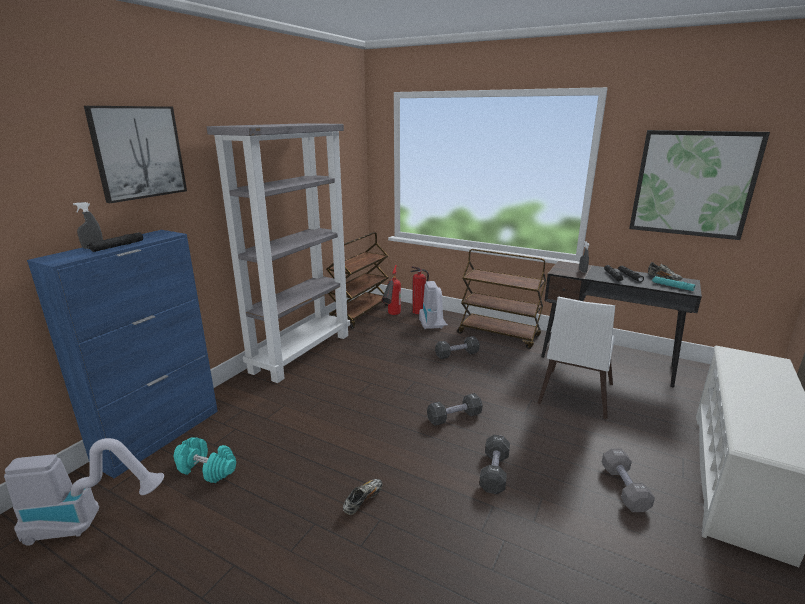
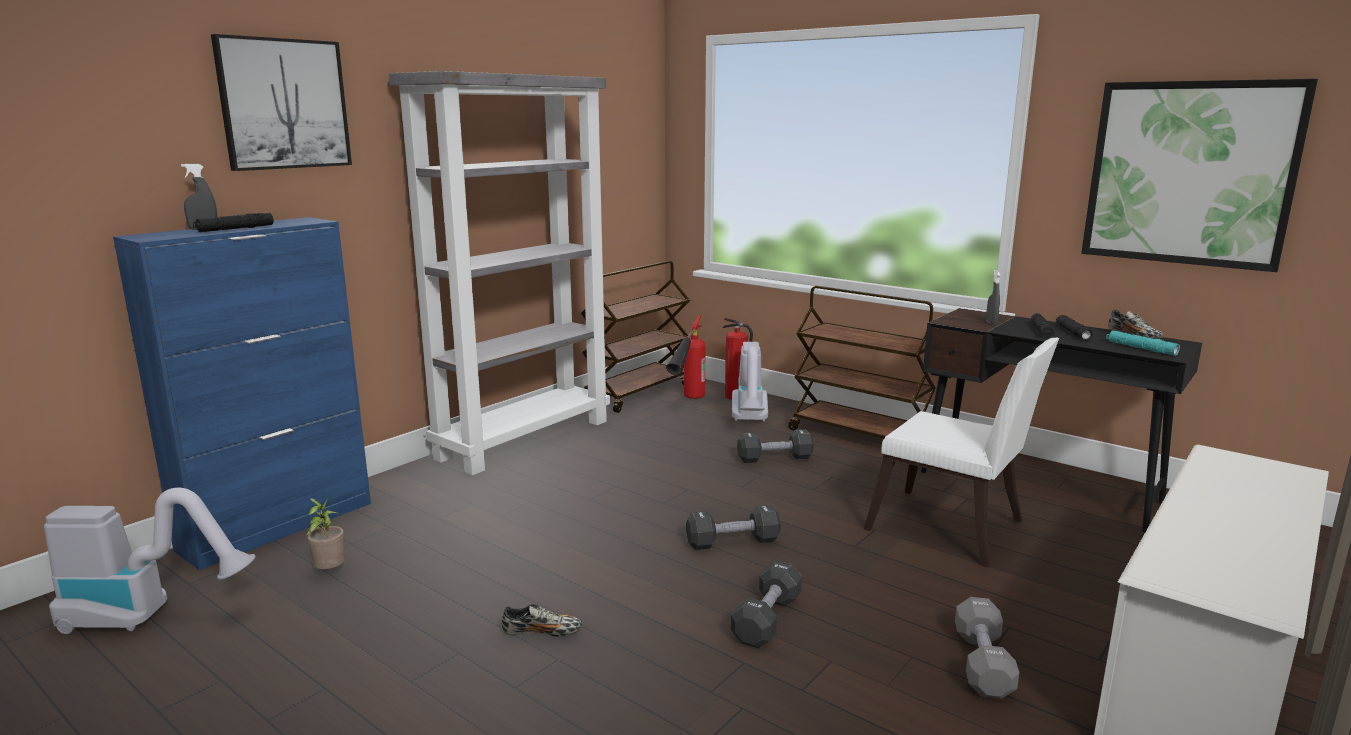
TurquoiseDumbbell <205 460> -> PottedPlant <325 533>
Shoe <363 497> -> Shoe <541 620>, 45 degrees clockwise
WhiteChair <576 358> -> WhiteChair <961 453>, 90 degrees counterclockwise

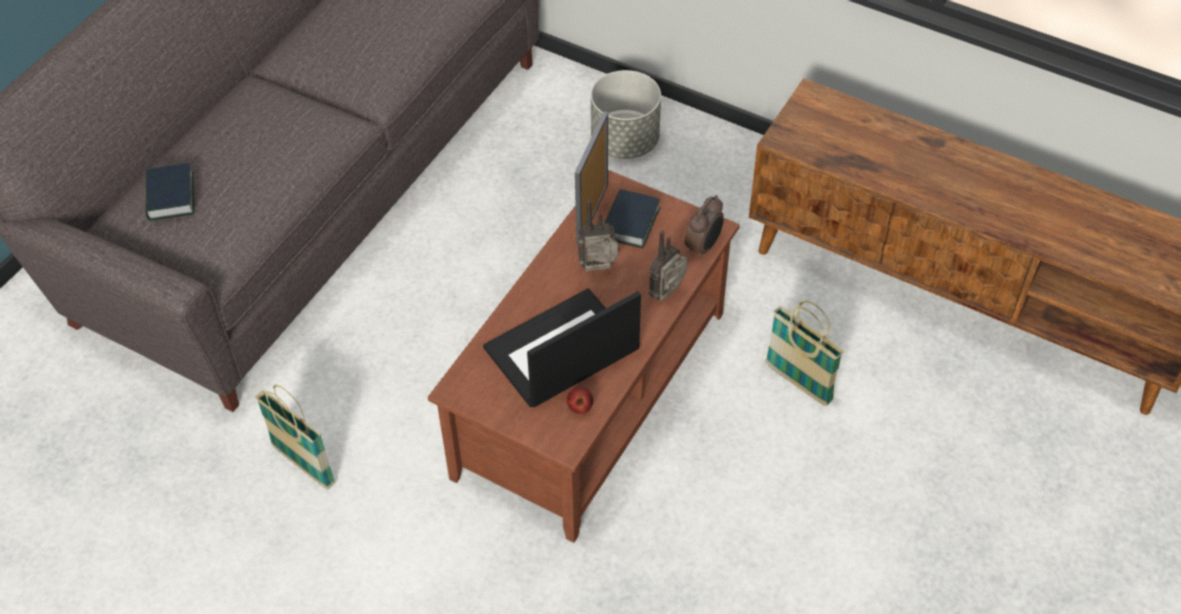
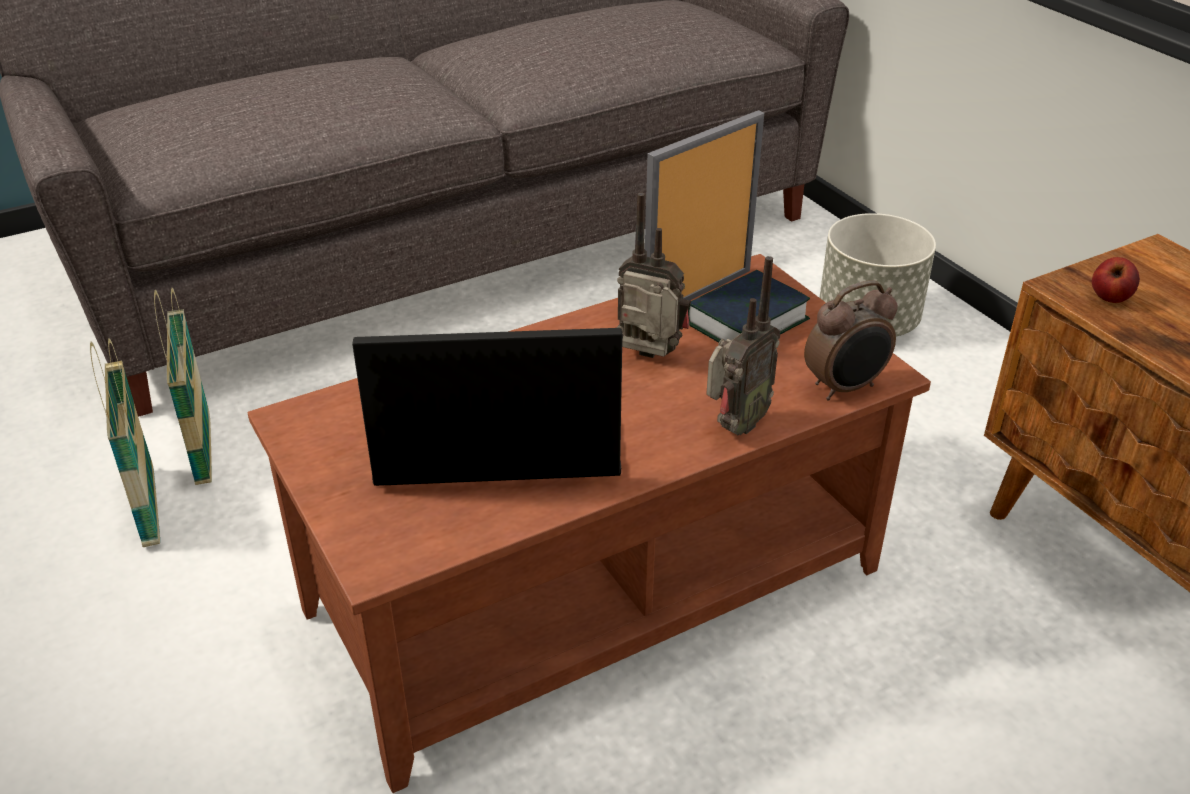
Book <170 192> -> none
Apple <580 400> -> Apple <1116 280>, shifted
Radio <668 266> -> Radio <743 345>, 150 degrees clockwise
Basket <804 353> -> Basket <183 386>, shifted

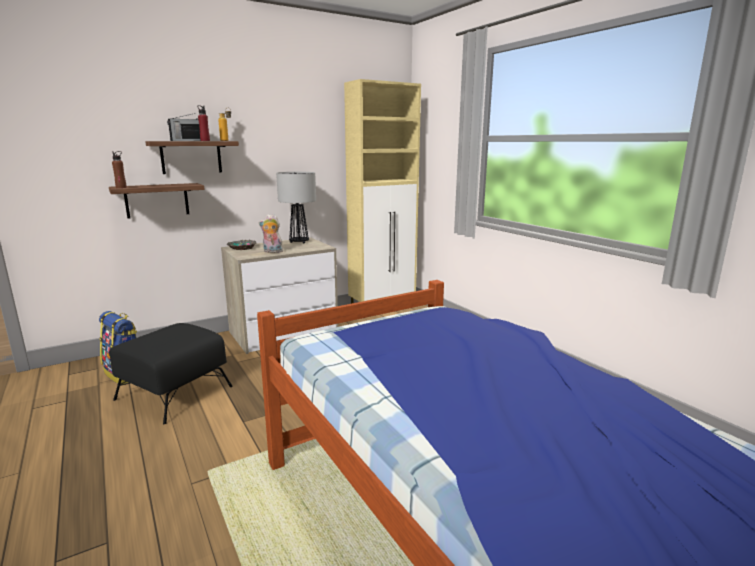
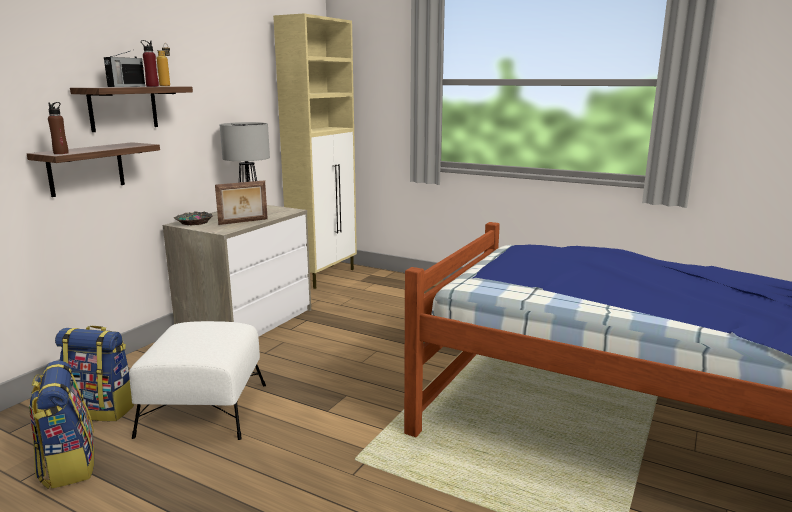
BlackOttoman <171 373> -> WhiteOttoman <197 380>
PlushToy <271 233> -> PictureFrame <241 202>
none -> Backpack <62 424>

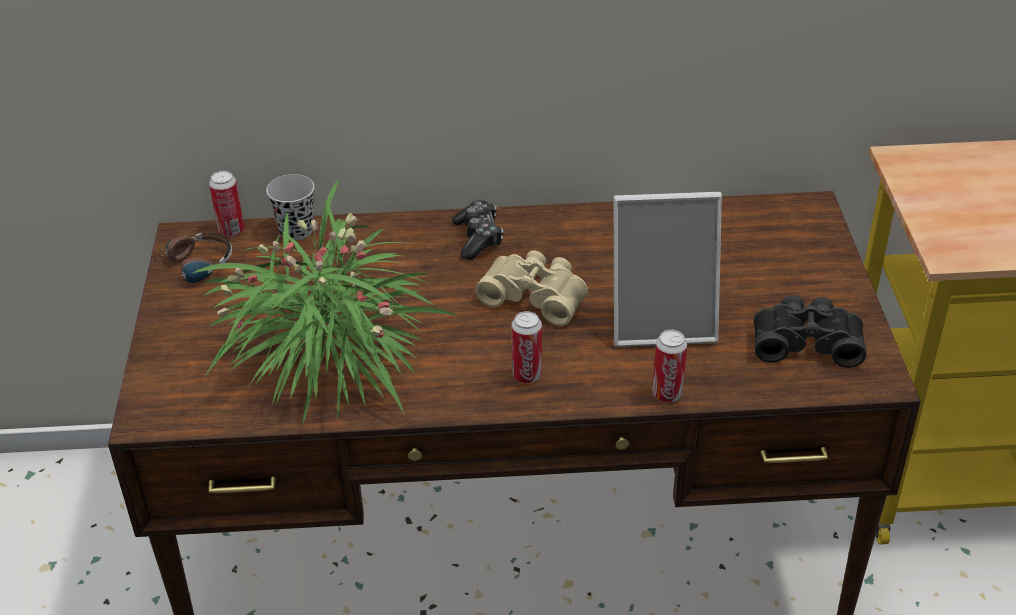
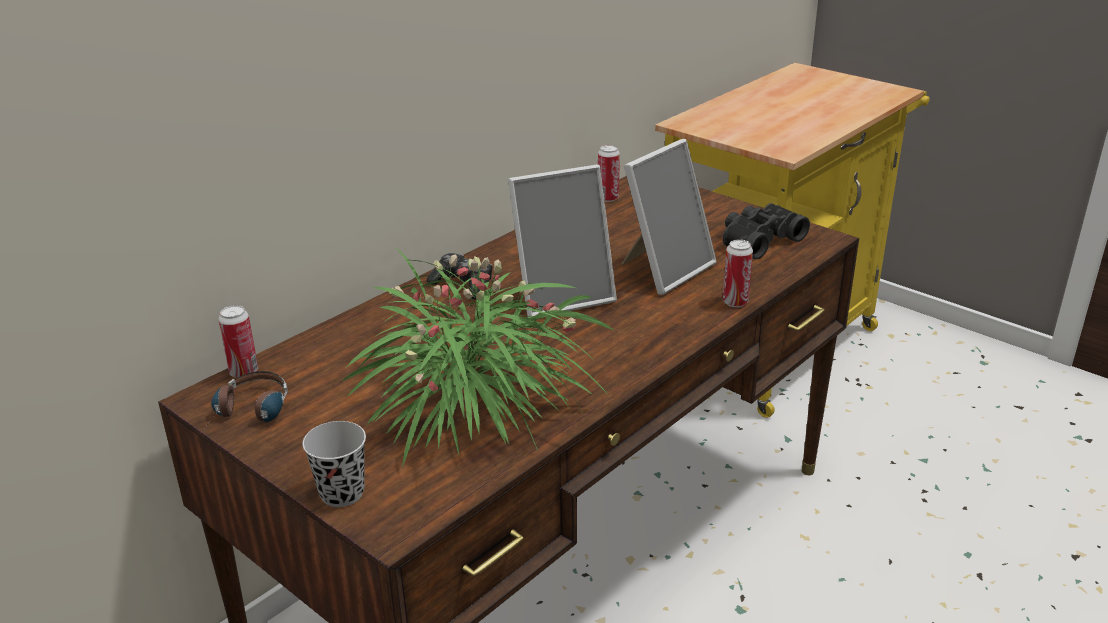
BlackCup <290 207> -> BlackCup <334 464>, shifted
BeigeBinoculars <531 288> -> PictureFrame <562 240>
Can <527 347> -> Can <609 173>, shifted

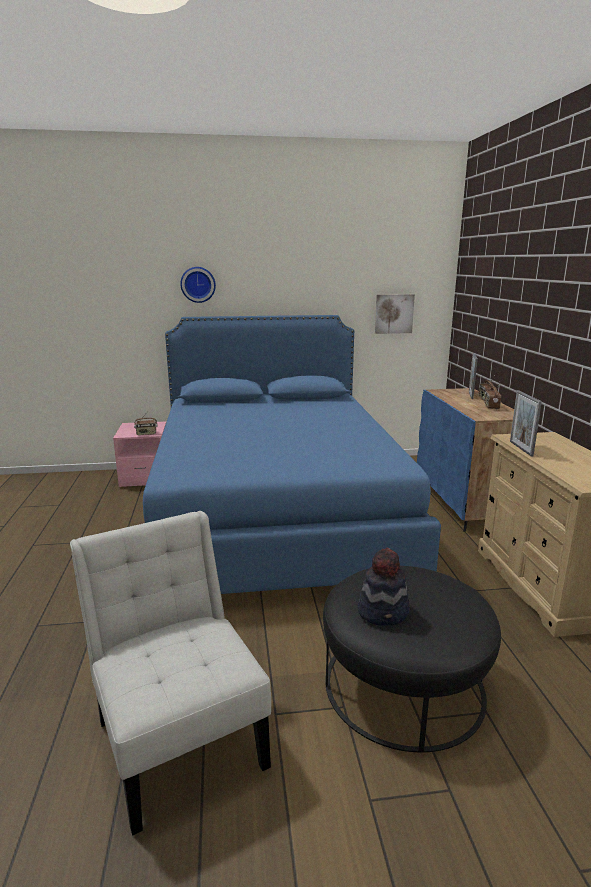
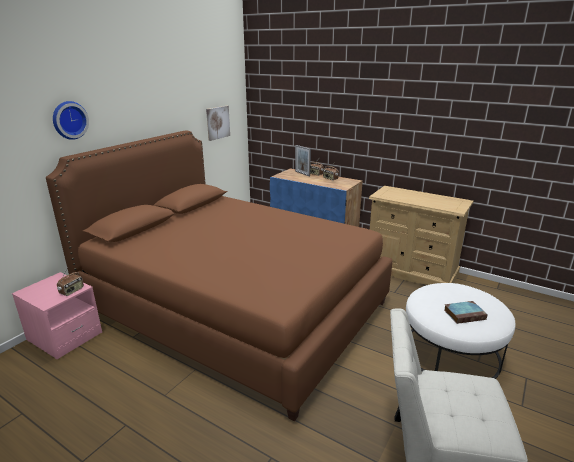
BlueBed <292 454> -> BrownBed <219 276>
BlackOttoman <412 659> -> WhiteOttoman <461 331>
Hat <384 587> -> Book <466 312>
PictureFrame <526 423> -> none

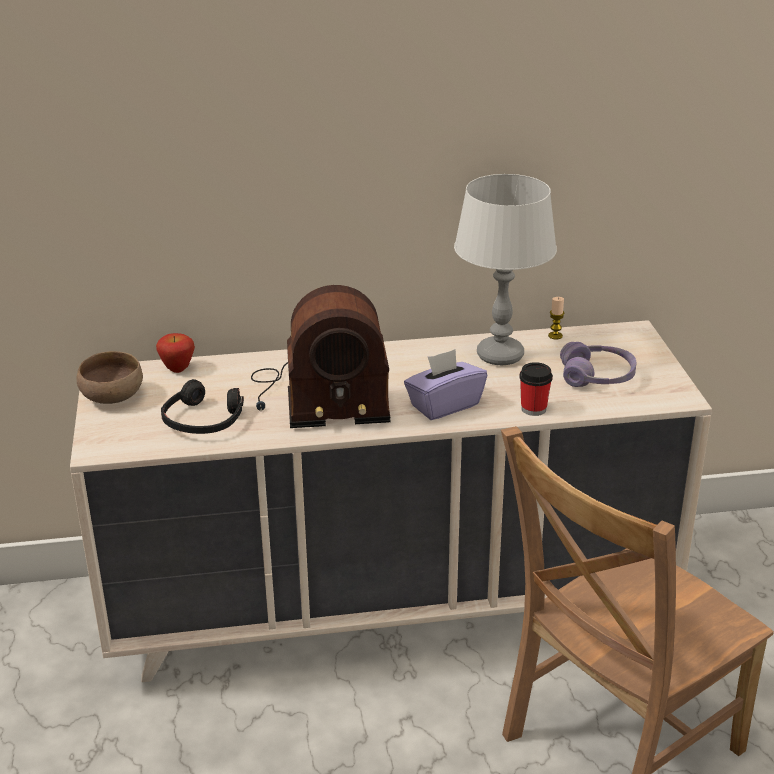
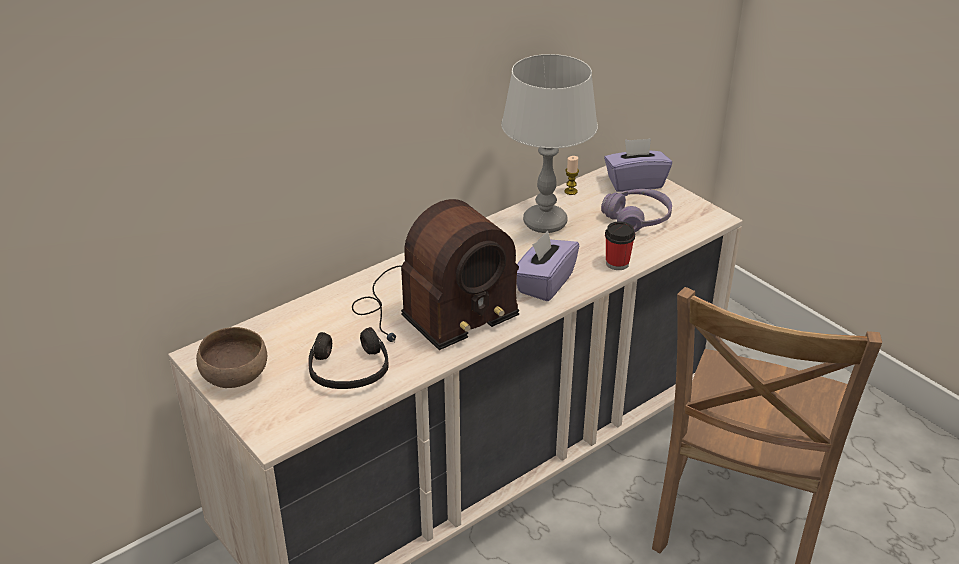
Apple <175 353> -> none
none -> PurpleTissueBox <638 165>

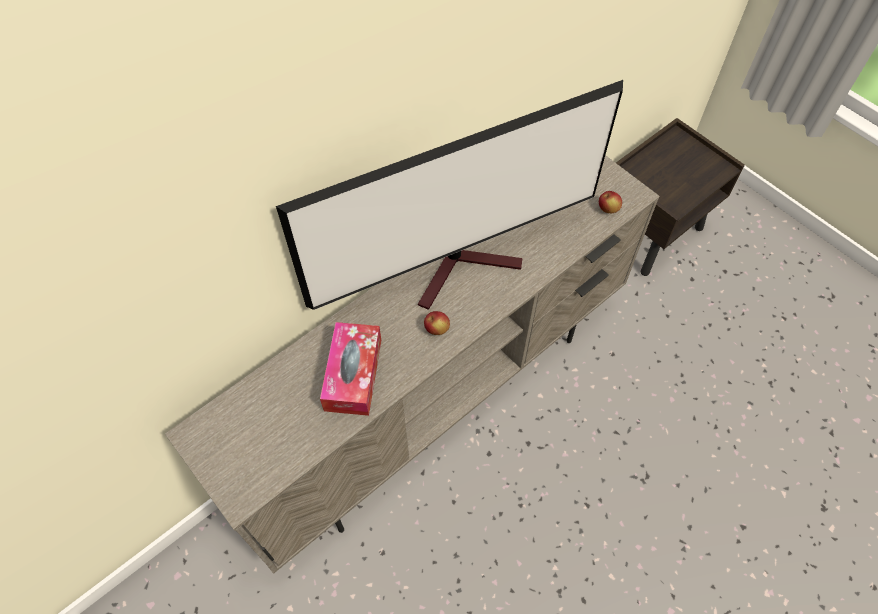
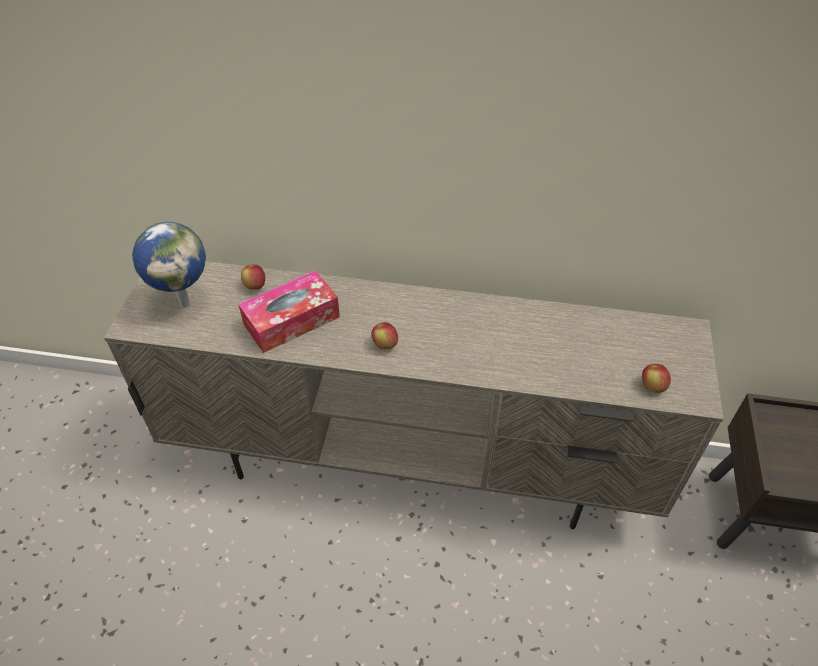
Television <449 195> -> none
none -> Globe <169 264>
none -> Apple <253 277>

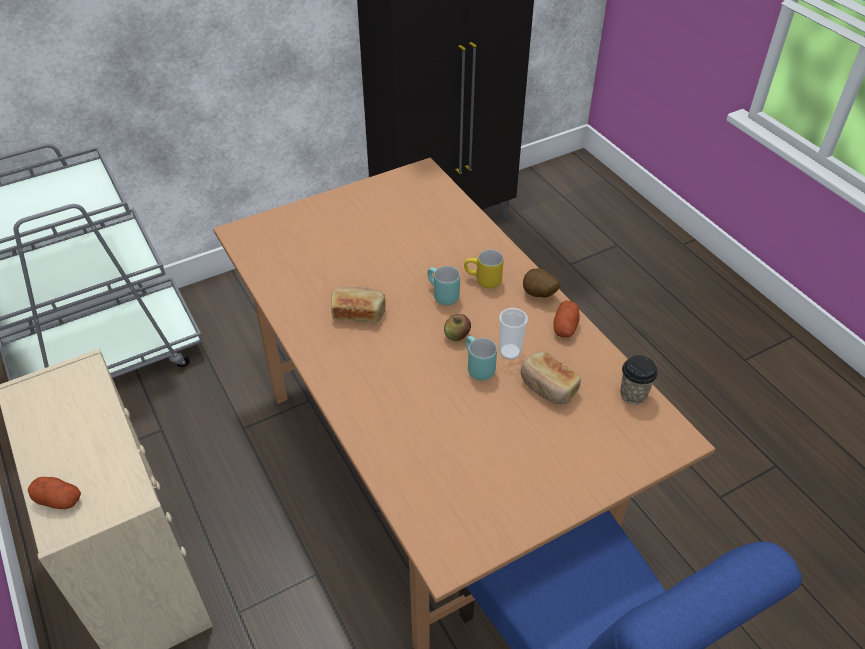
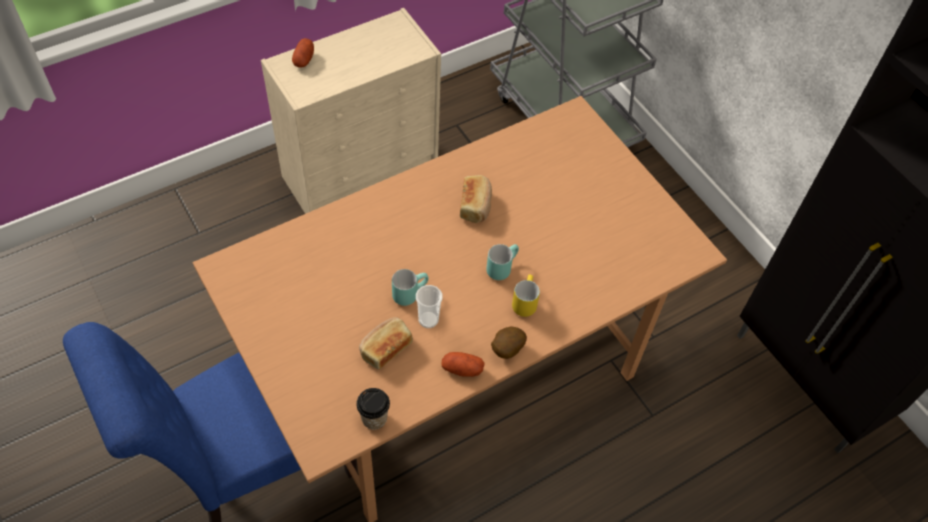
Apple <457 327> -> none

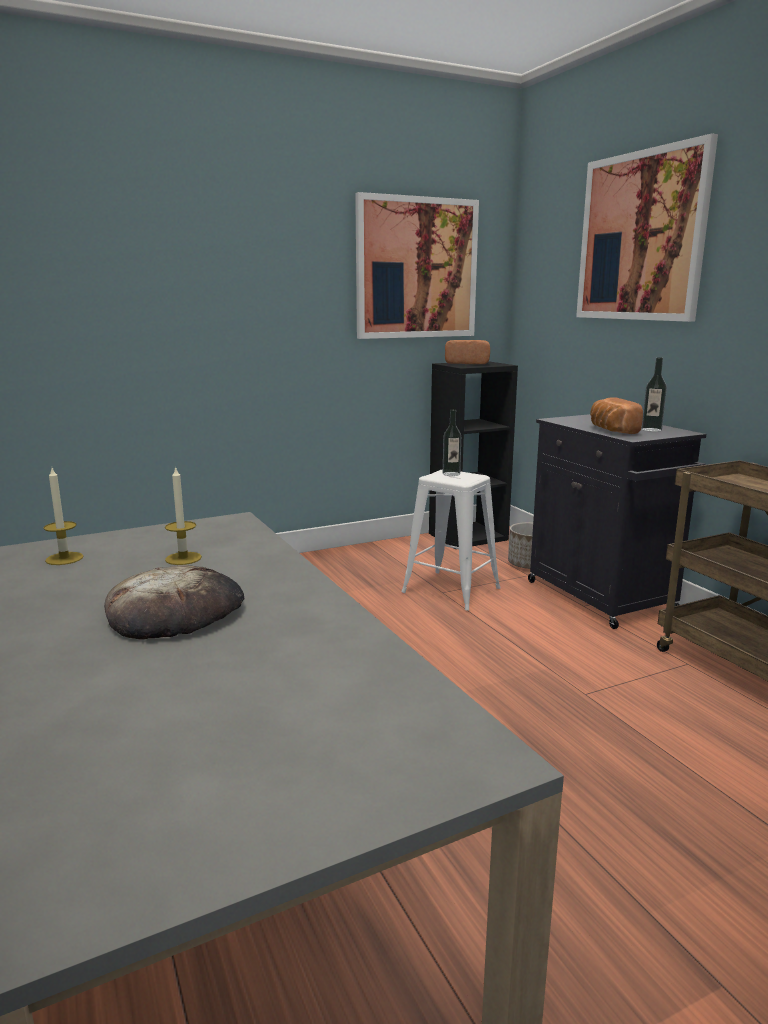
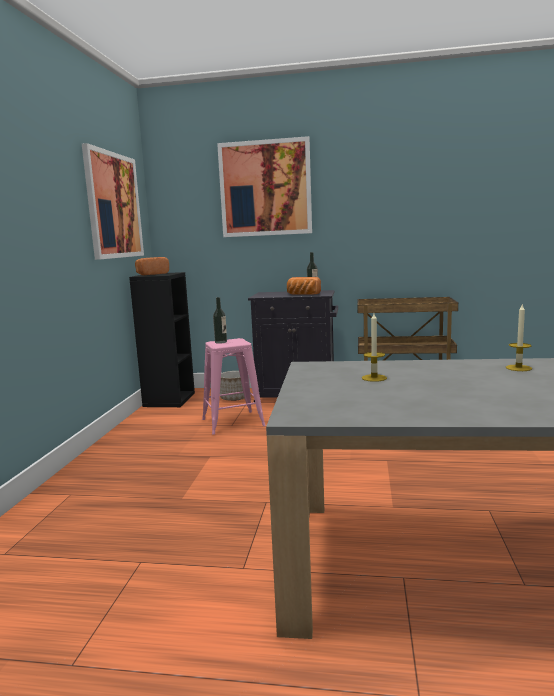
Candle <63 516> -> Candle <519 338>, shifted
Bread <174 602> -> none
WhiteStool <451 539> -> PinkStool <234 386>

